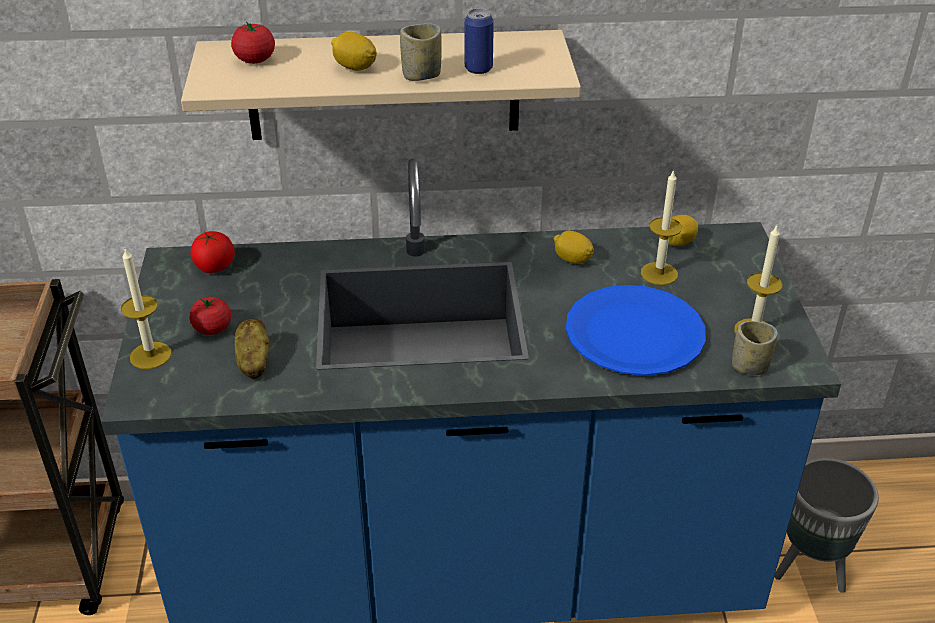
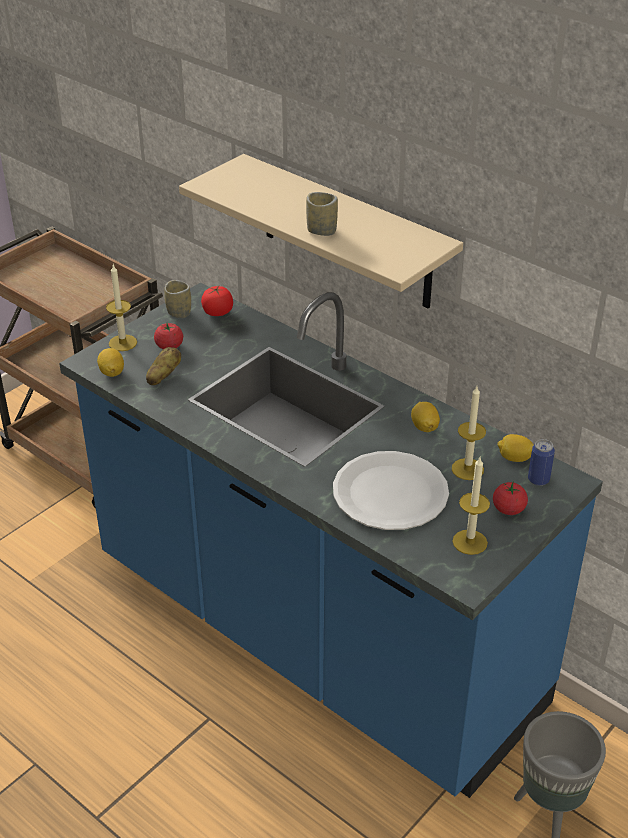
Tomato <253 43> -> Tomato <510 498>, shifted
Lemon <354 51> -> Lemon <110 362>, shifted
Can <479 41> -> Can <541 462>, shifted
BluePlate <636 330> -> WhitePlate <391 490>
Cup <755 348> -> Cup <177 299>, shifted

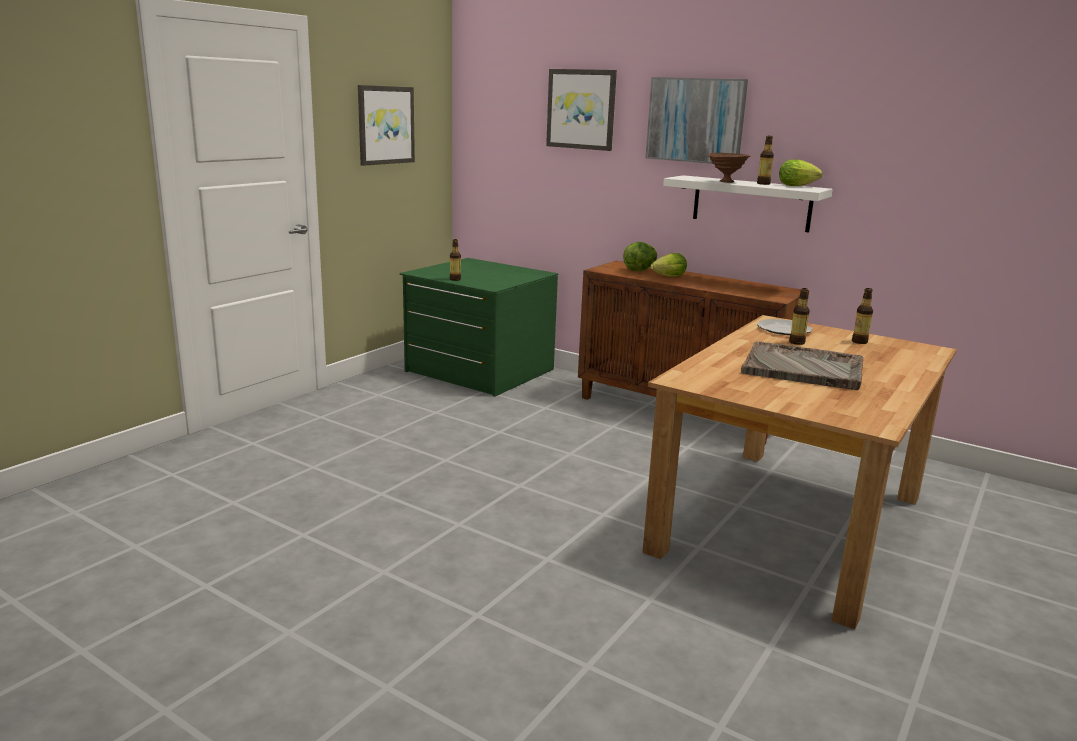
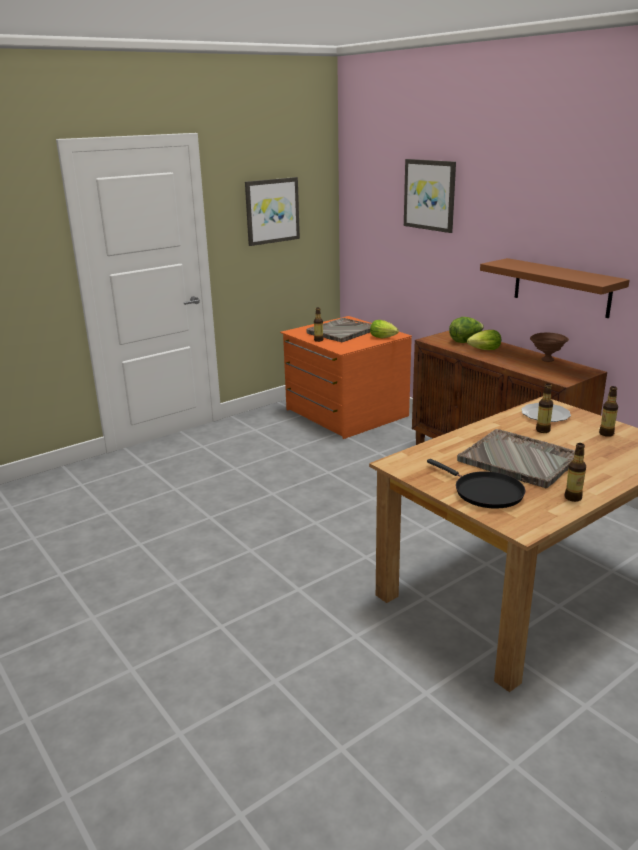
GreenDresser <479 327> -> OrangeDresser <346 377>
Picture <697 120> -> none
WhiteShelf <748 203> -> BrownShelf <555 288>
BrownBowl <728 168> -> BrownBowl <549 347>, shifted
Bottle <765 160> -> Bottle <575 472>, shifted
Lettuce <801 172> -> Lettuce <384 329>, shifted
none -> GreyTray <339 330>
none -> BlackFryingPan <476 484>

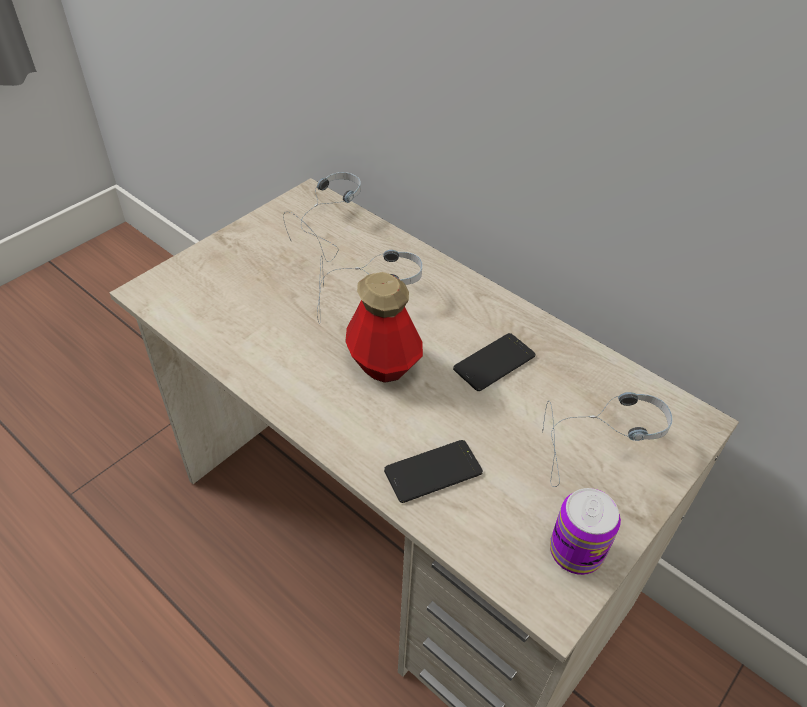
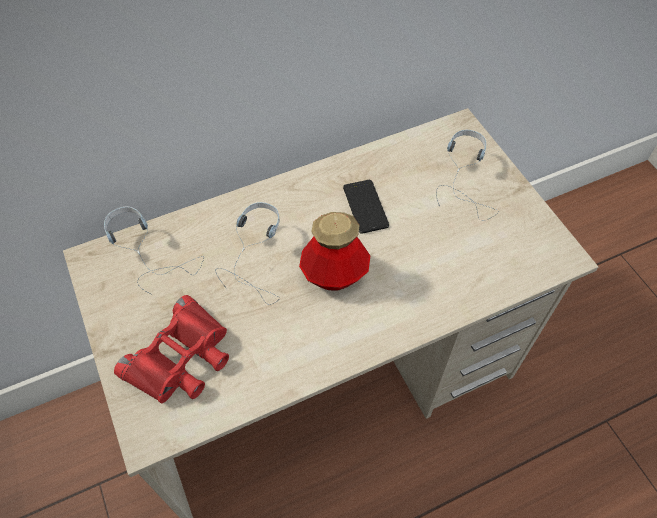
Phone <433 471> -> none
Can <585 531> -> none
none -> RedBinoculars <171 349>

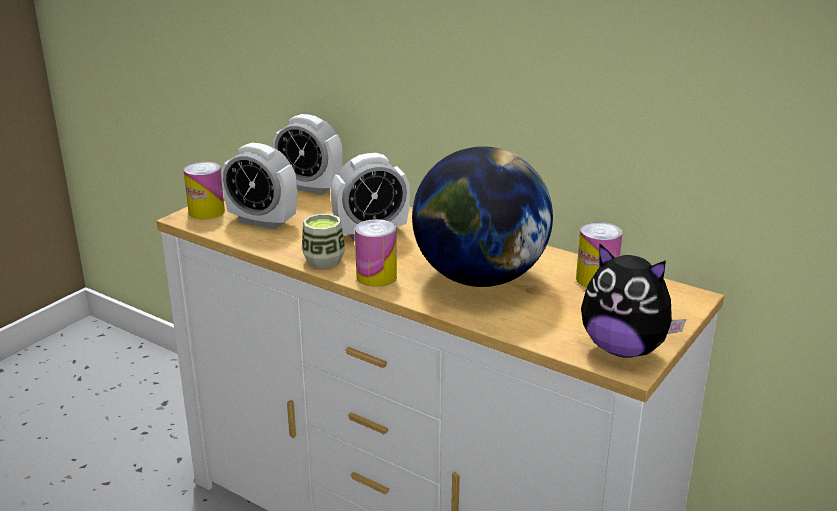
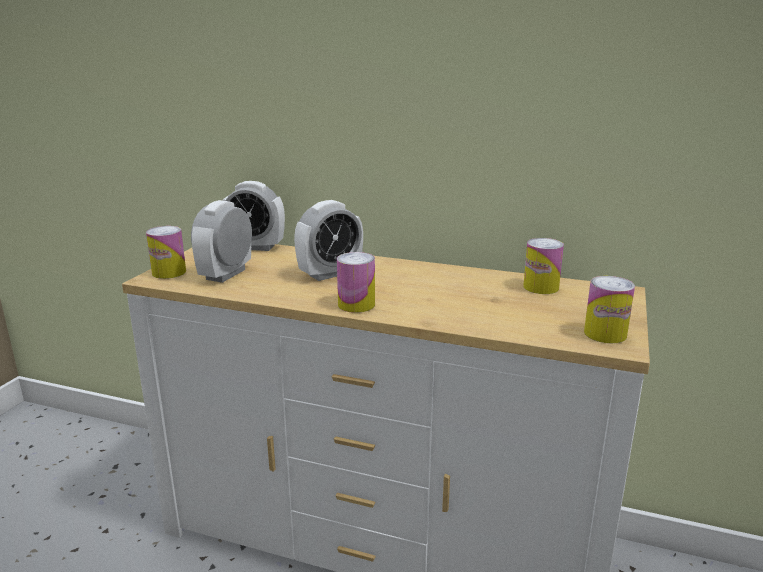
AlarmClock <259 186> -> AlarmClock <221 241>, 105 degrees clockwise
Cup <323 241> -> none
Globe <482 216> -> none
PlushToy <634 300> -> Can <609 309>

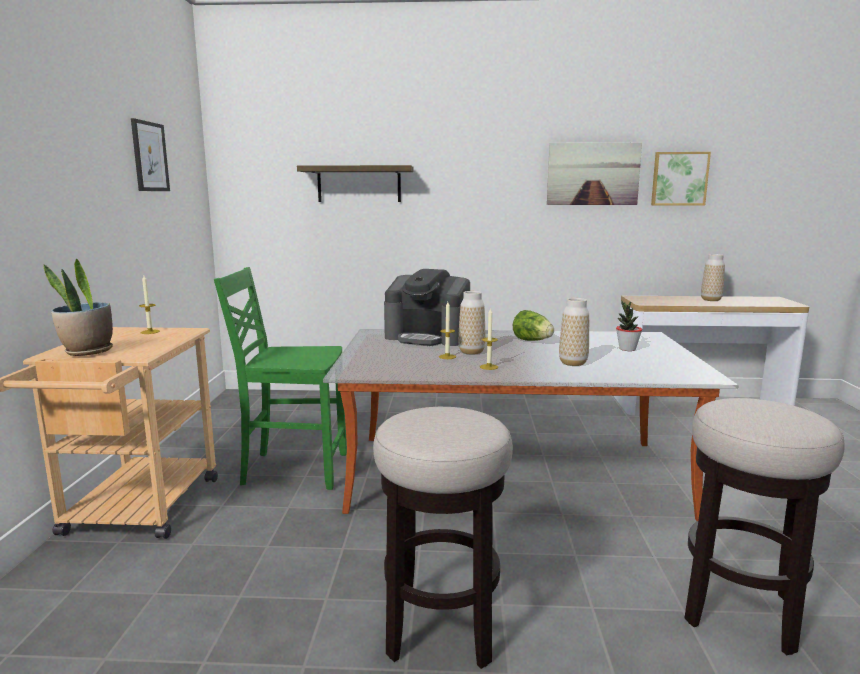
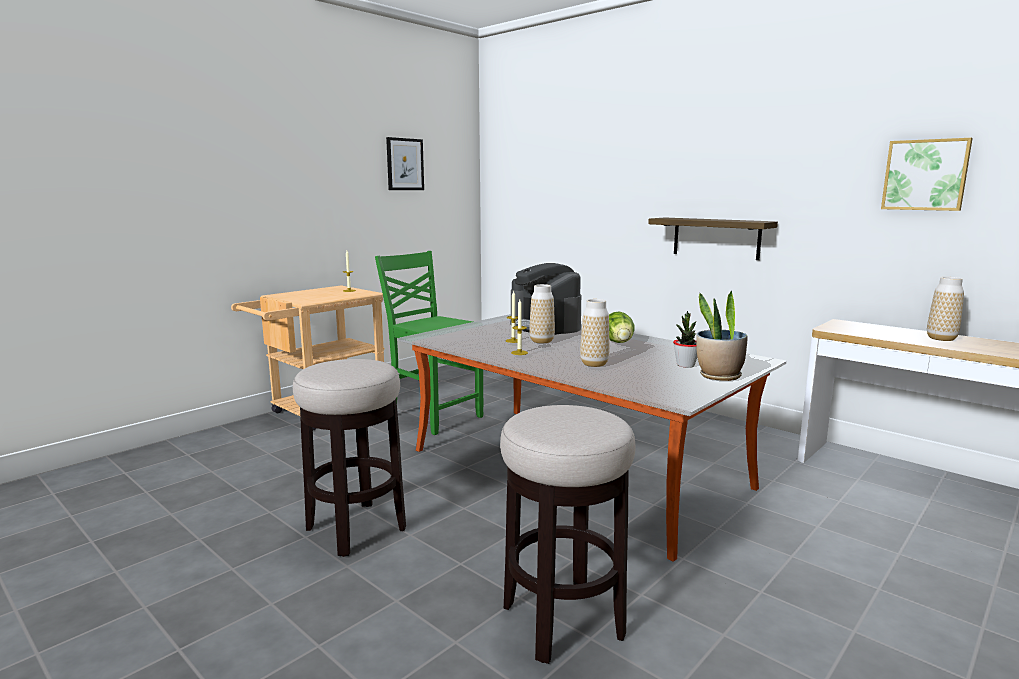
PottedPlant <78 307> -> PottedPlant <722 336>, shifted
Shelf <355 183> -> Shelf <713 239>, shifted
Picture <594 174> -> none

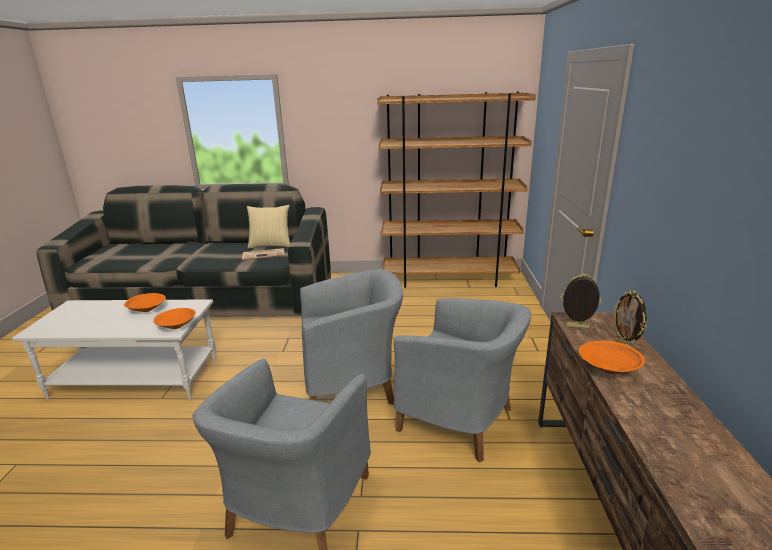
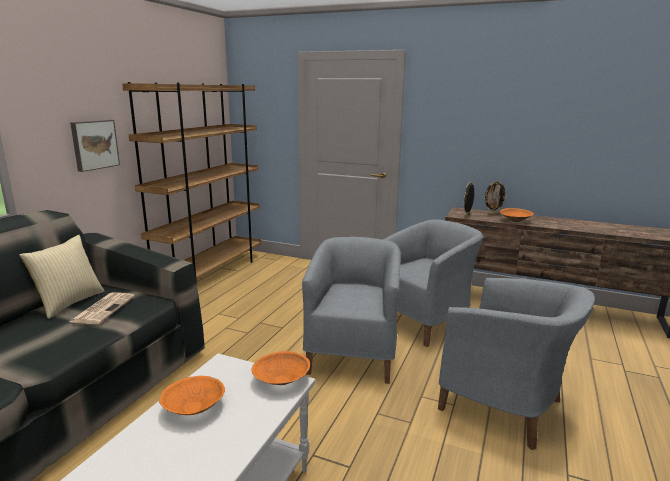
none -> Picture <95 146>

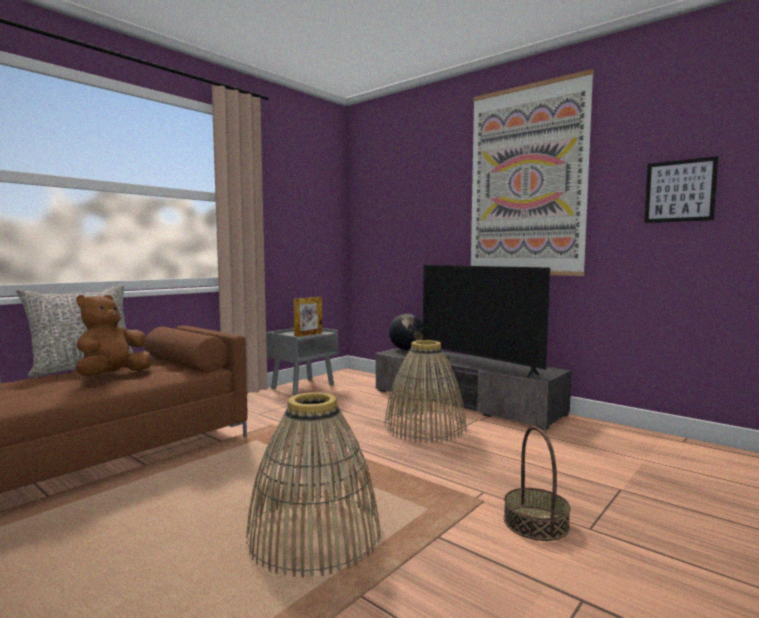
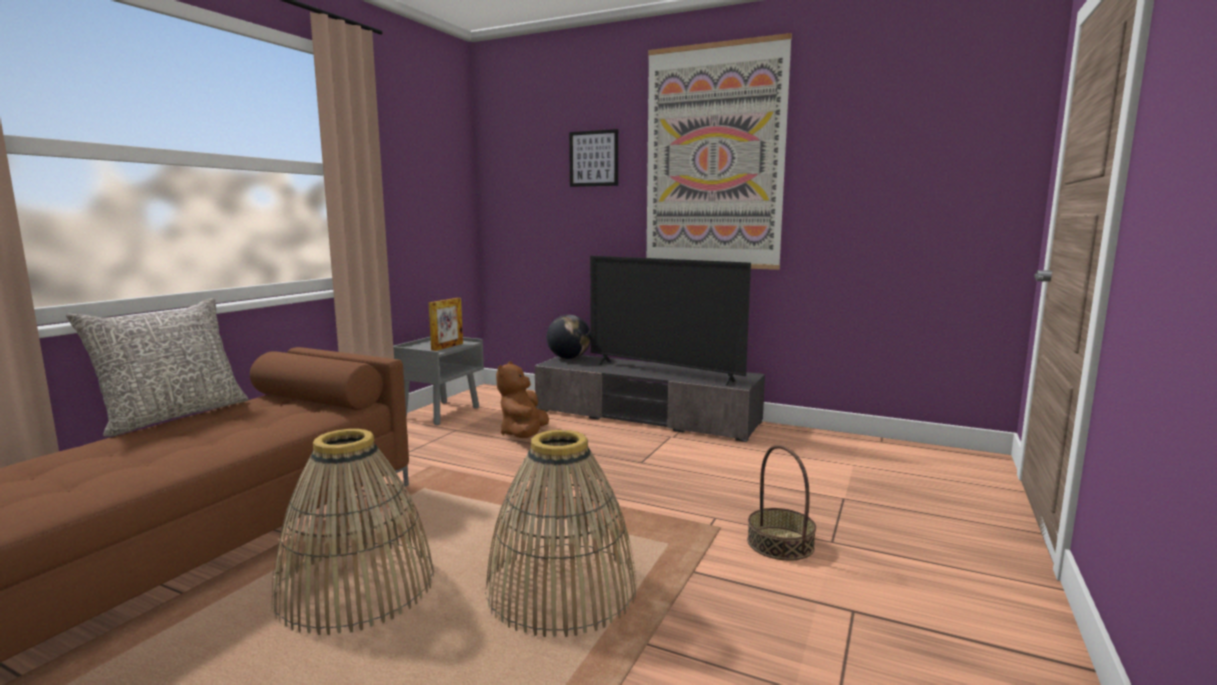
BrownPlushToy <114 335> -> BrownPlushToy <522 399>, shifted
Basket <426 391> -> Basket <353 532>, shifted
Picture <681 189> -> Picture <593 158>, shifted

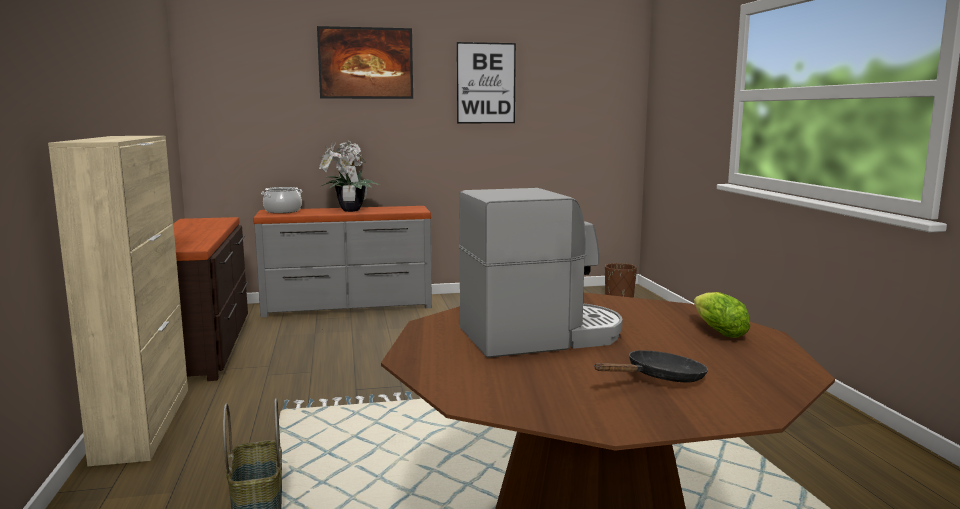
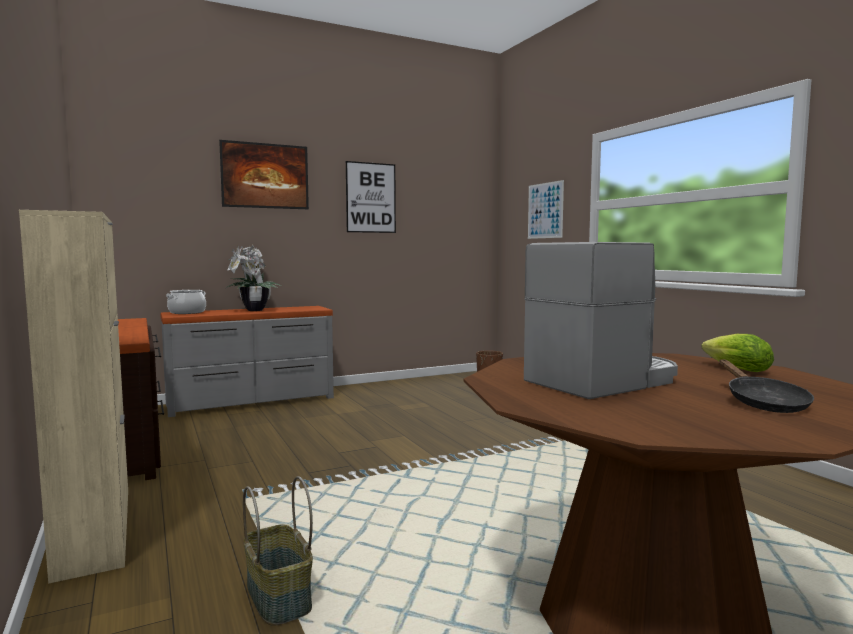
BlackFryingPan <651 366> -> BlackFryingPan <766 386>, 135 degrees clockwise
none -> Picture <546 209>

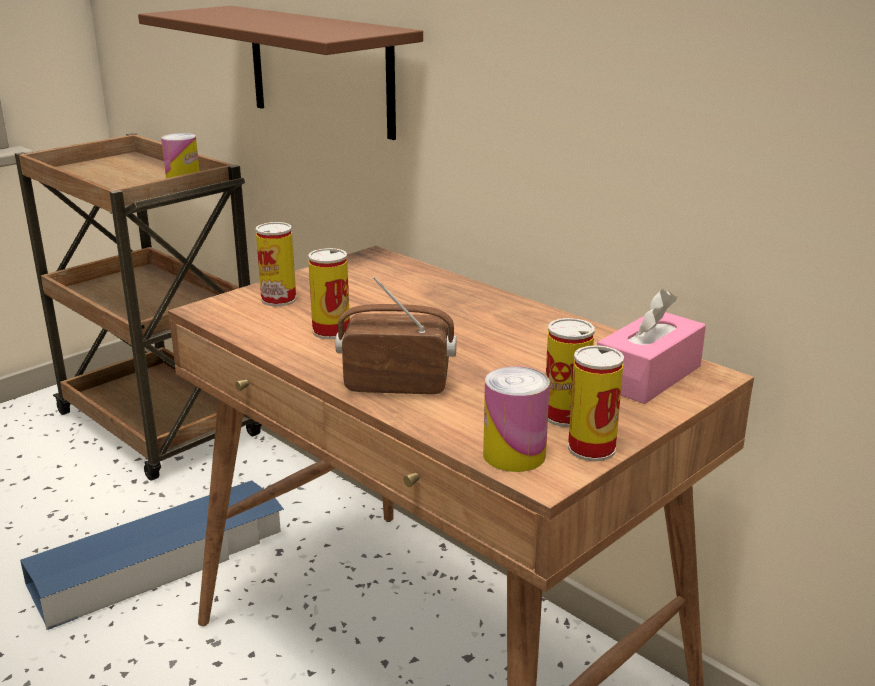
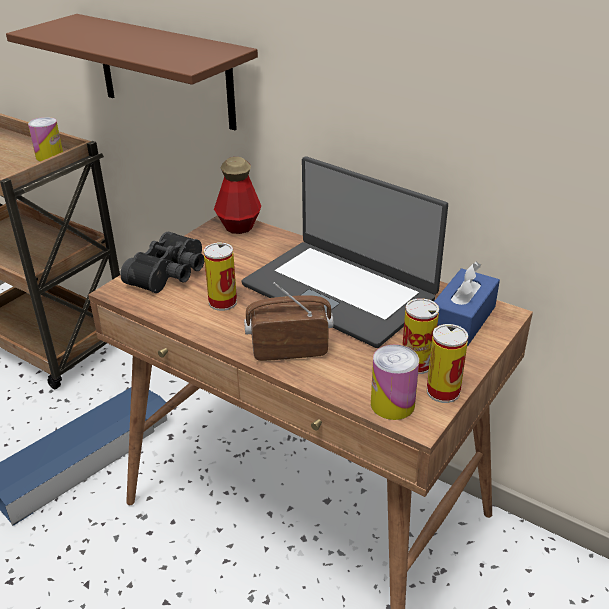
Can <276 264> -> BlackBinoculars <162 262>
PinkTissueBox <651 346> -> BlueTissueBox <467 303>
none -> Bottle <237 195>
none -> Laptop <345 252>

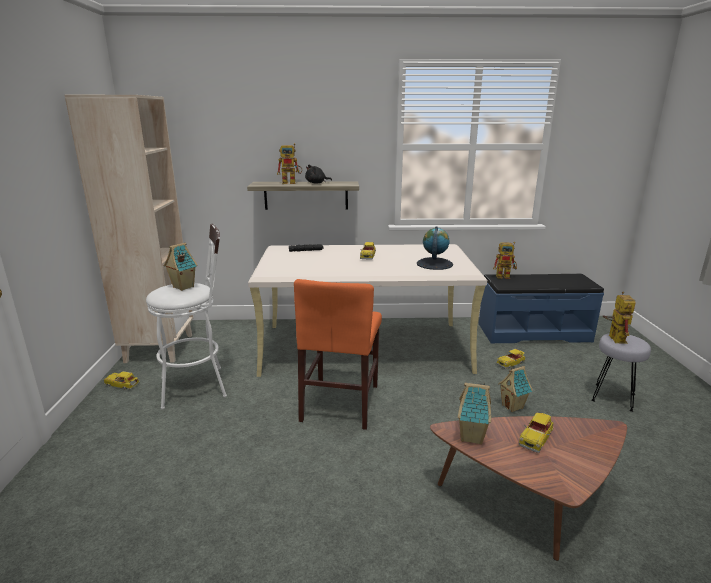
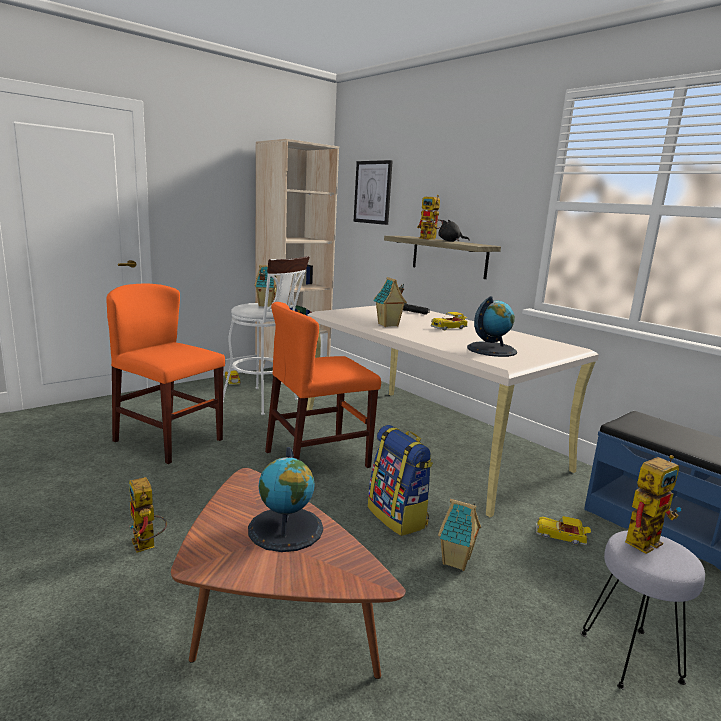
ToyHouse <474 414> -> ToyHouse <390 302>, shifted
ToyRobot <505 260> -> ToyRobot <148 515>, shifted
ToyCar <536 433> -> Globe <285 499>
none -> OrangeChair <165 373>
none -> Picture <373 192>
none -> Backpack <400 480>

